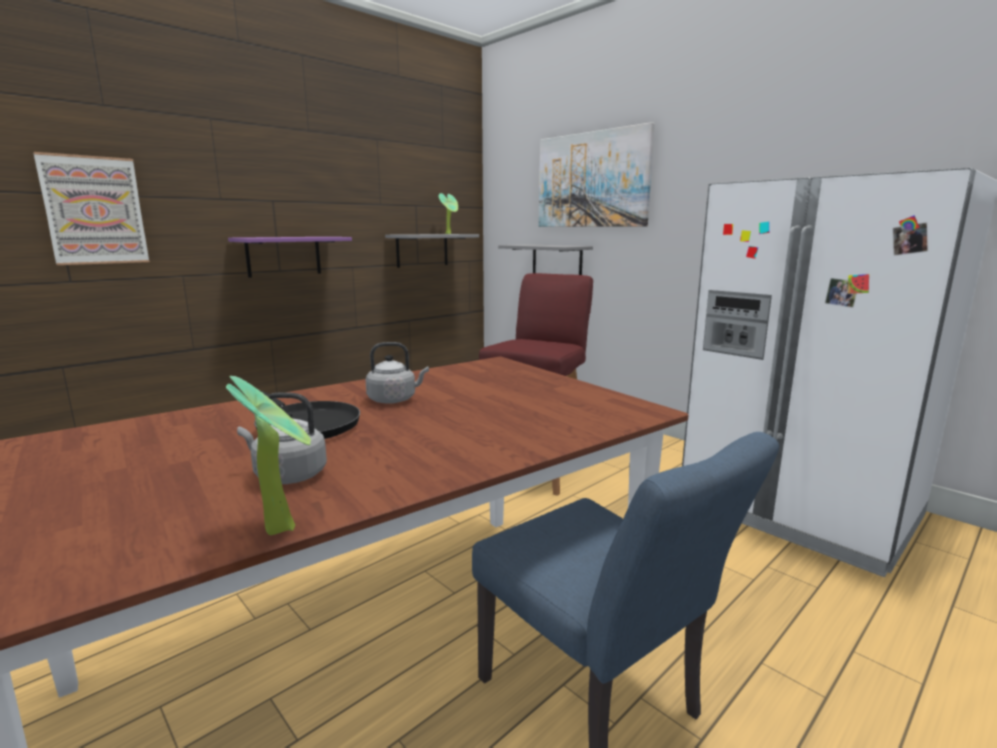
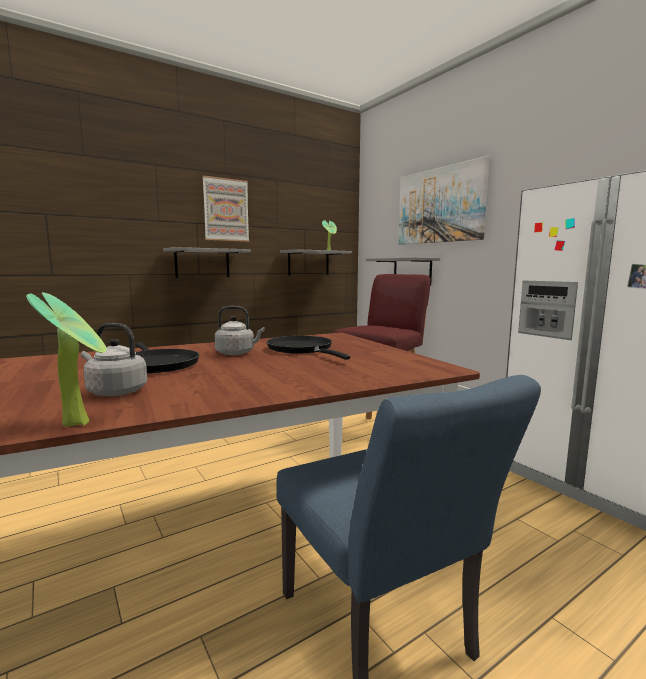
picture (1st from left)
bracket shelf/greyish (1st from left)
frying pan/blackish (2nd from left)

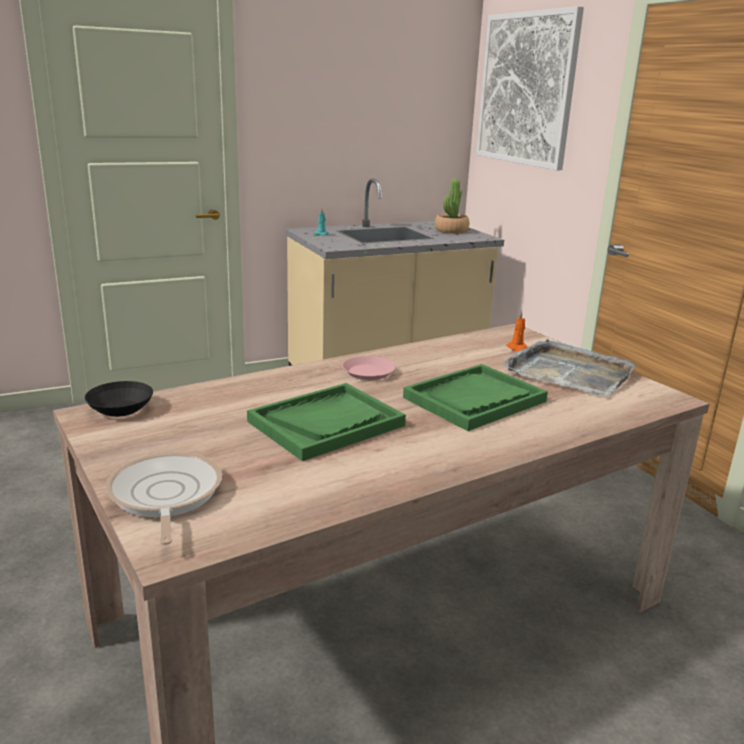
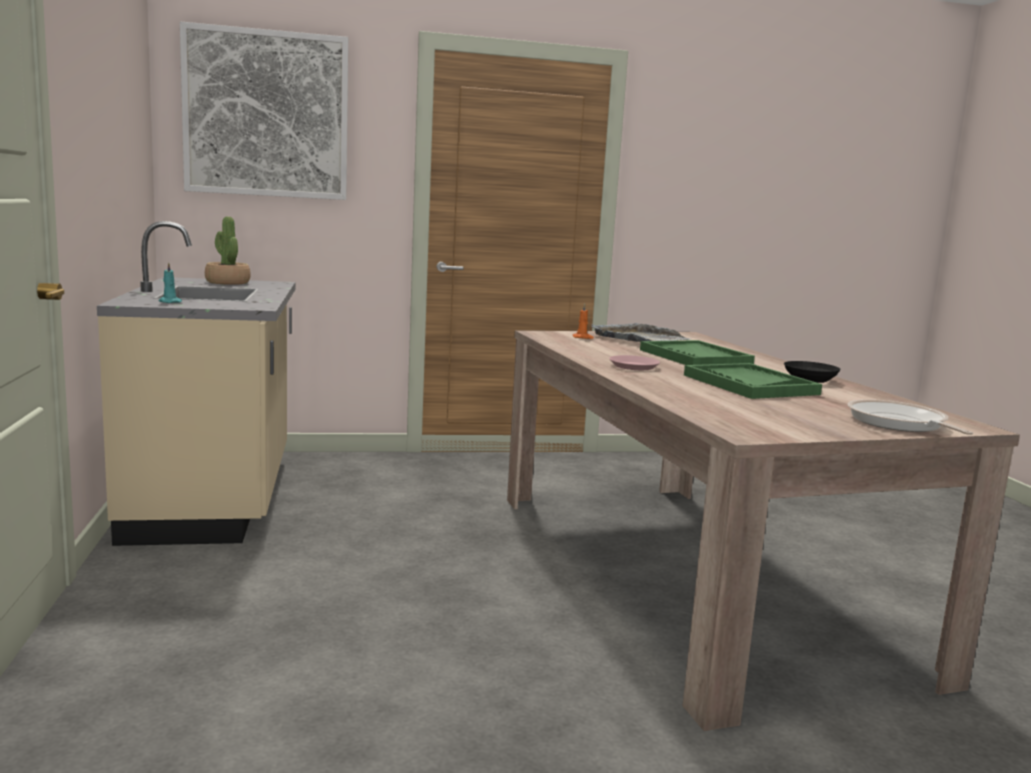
bowl/blackish
frying pan

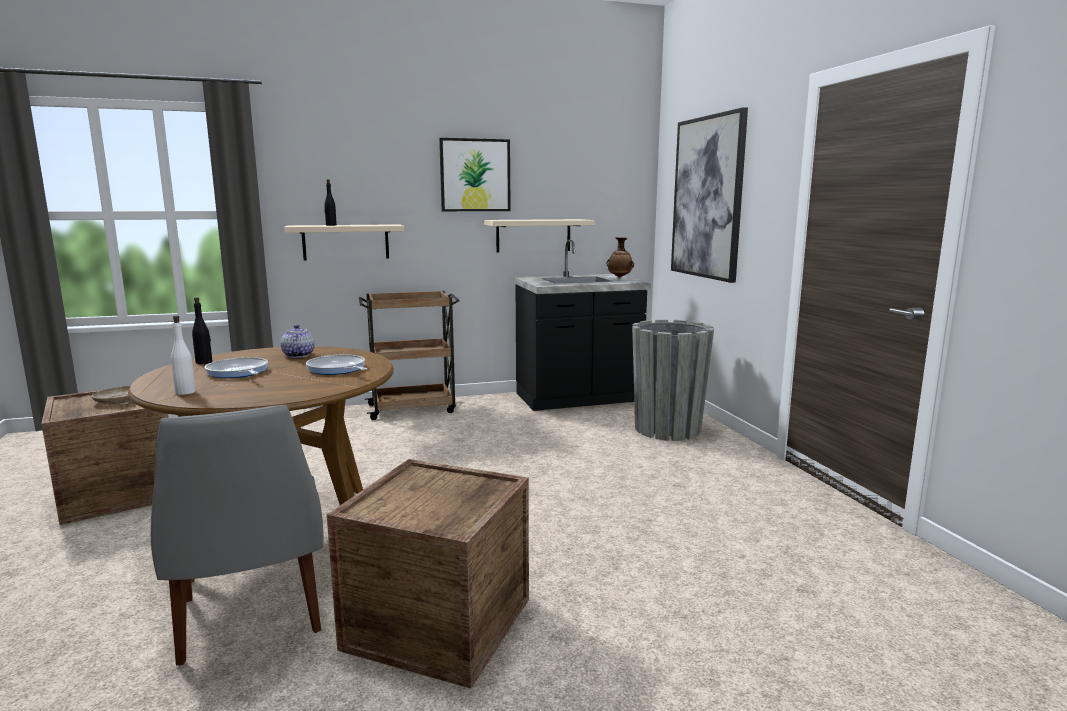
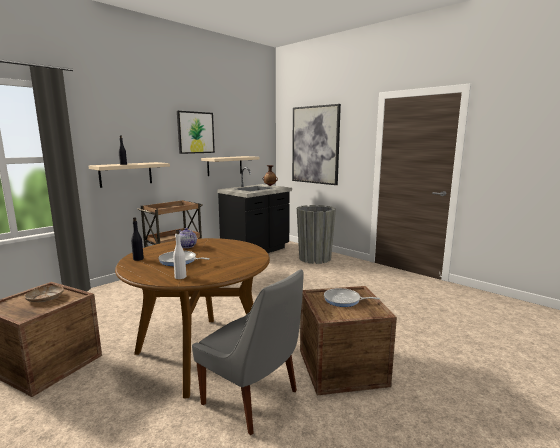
frying pan (2nd from left)

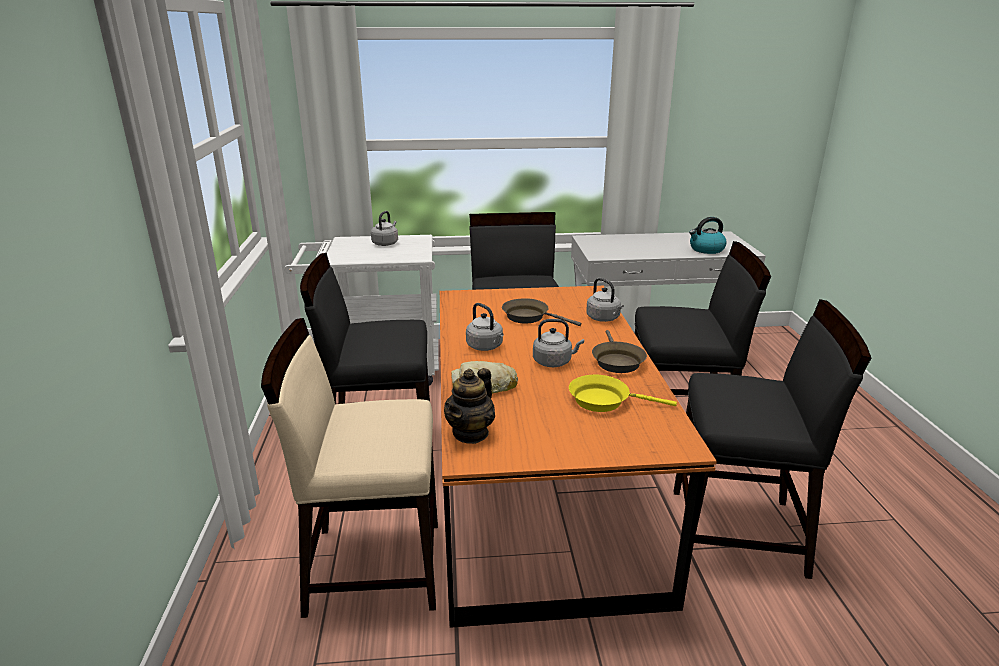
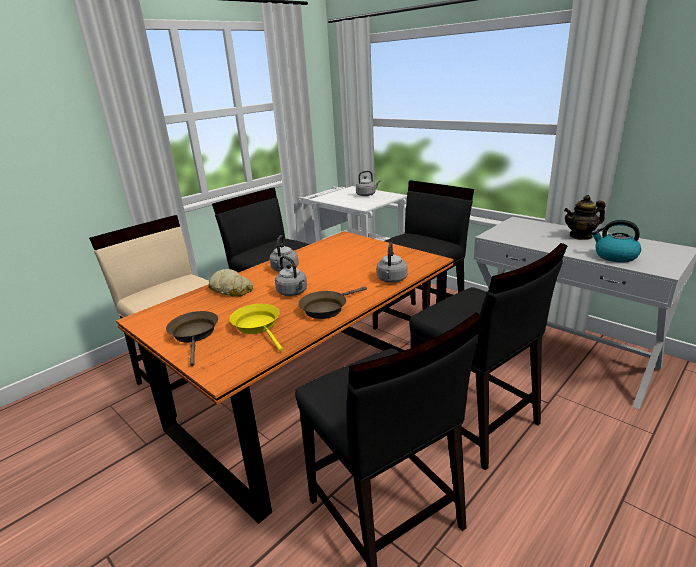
teapot
frying pan/brownish (1st from left)

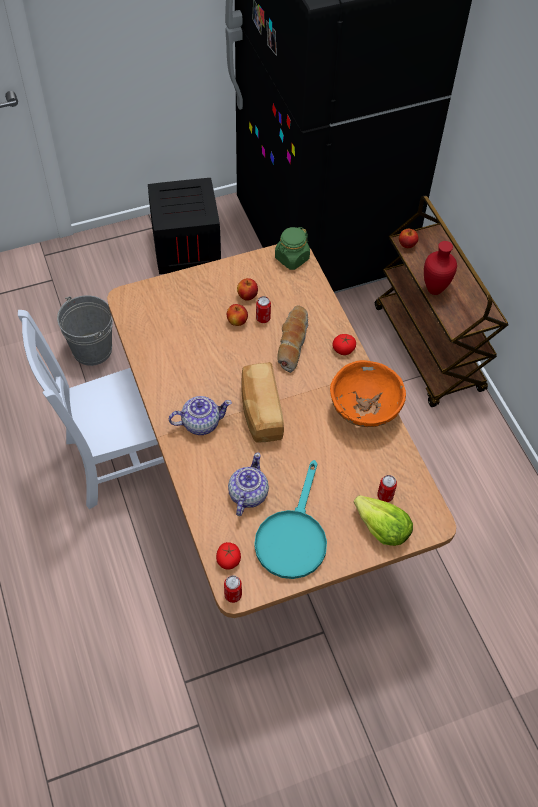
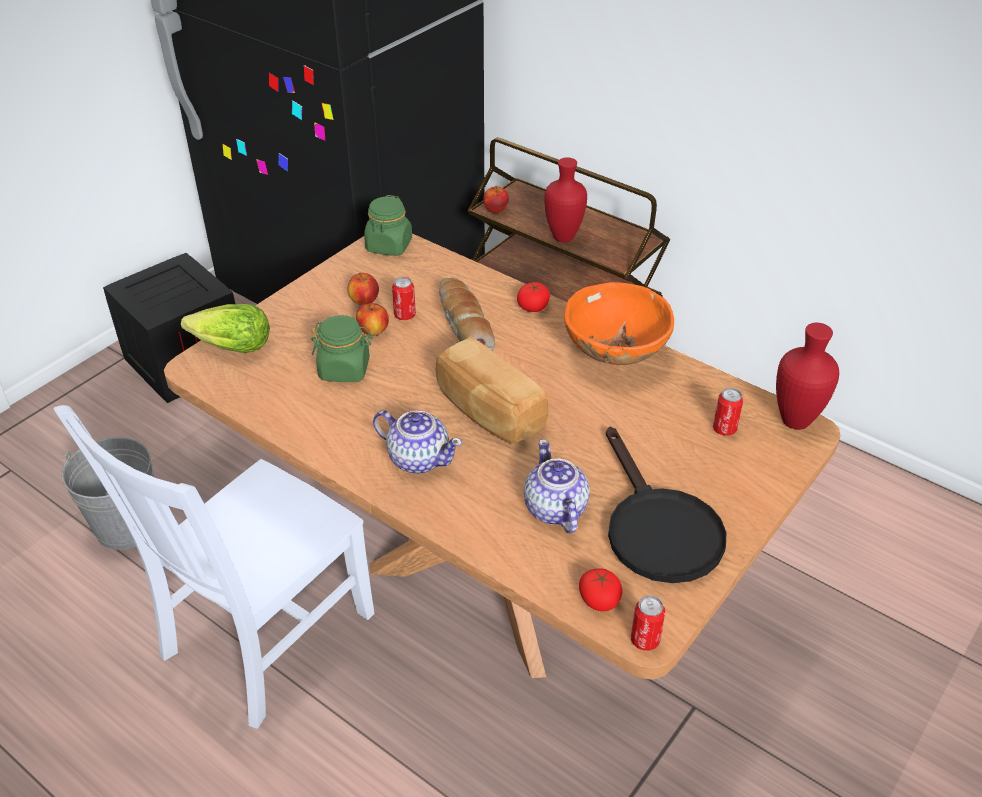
teapot (1st from left)
frying pan/blackish
head of lettuce
preserve jar/green-coloured (1st from left)
vase/reddish (2nd from left)

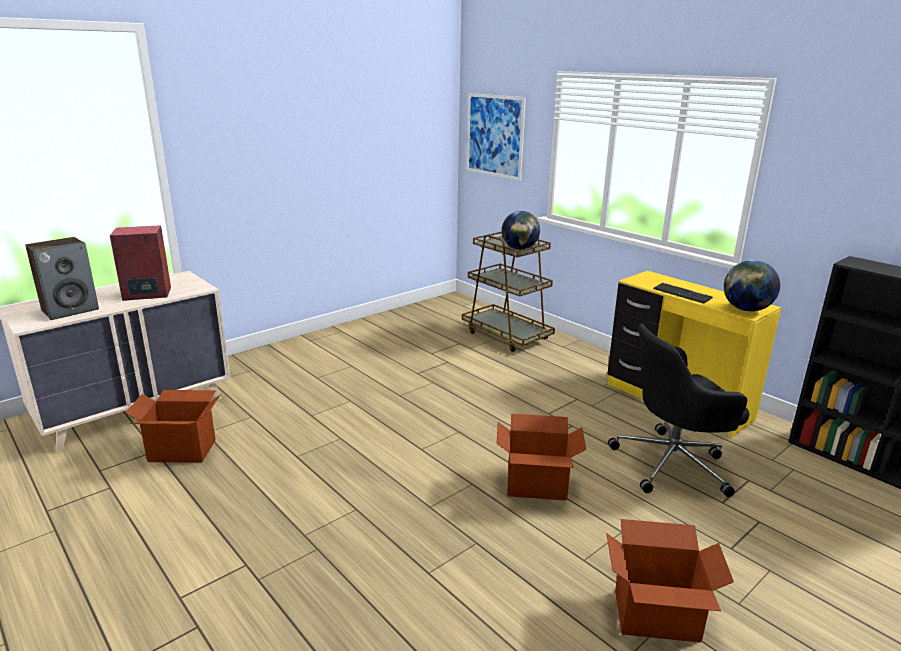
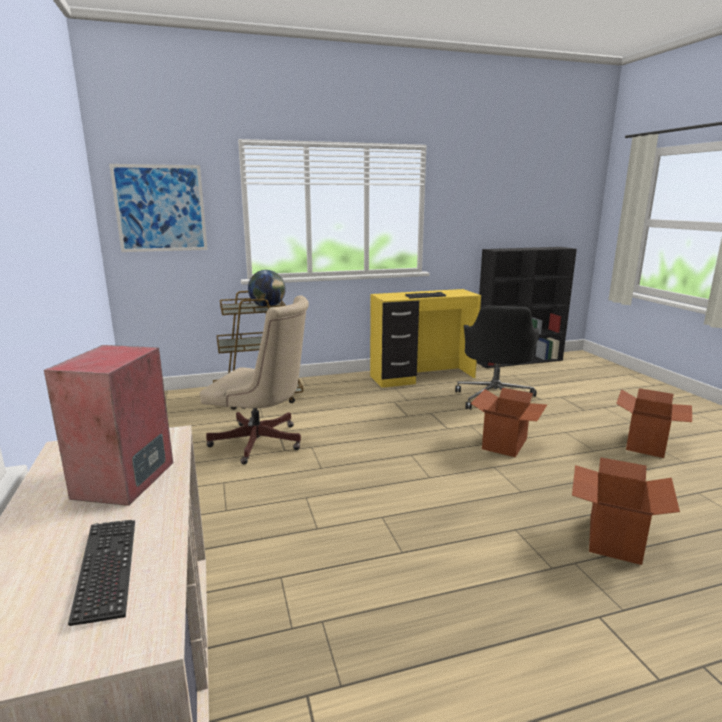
keyboard (1st from left)
packing box (2nd from left)
world globe (2nd from left in the first image)
office chair/beige

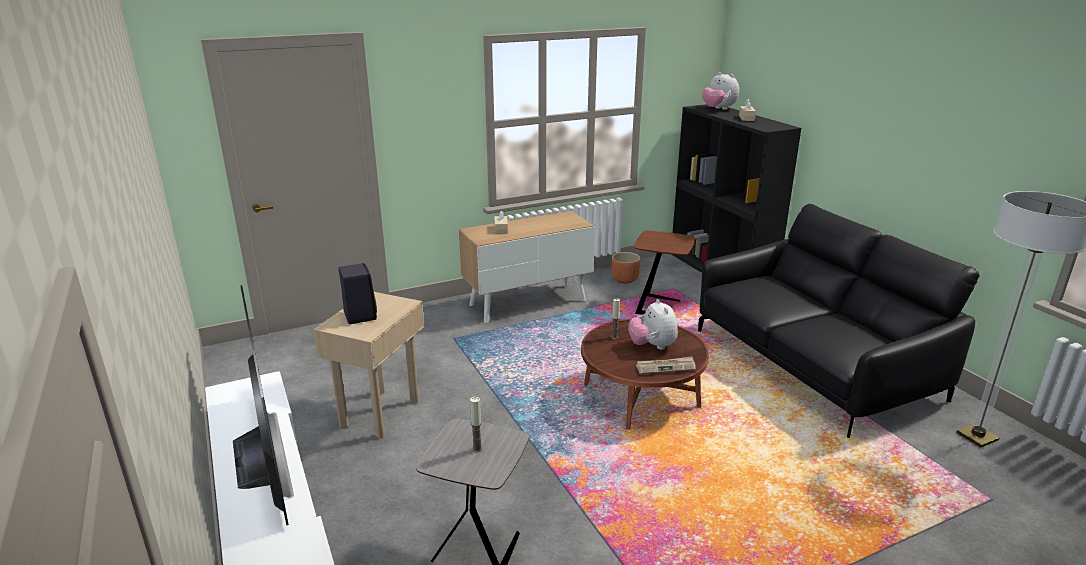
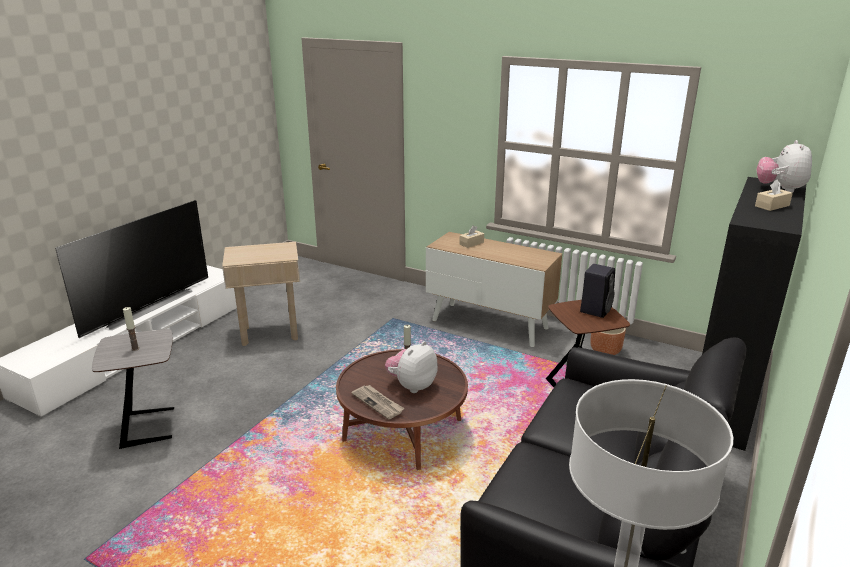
speaker/blackish

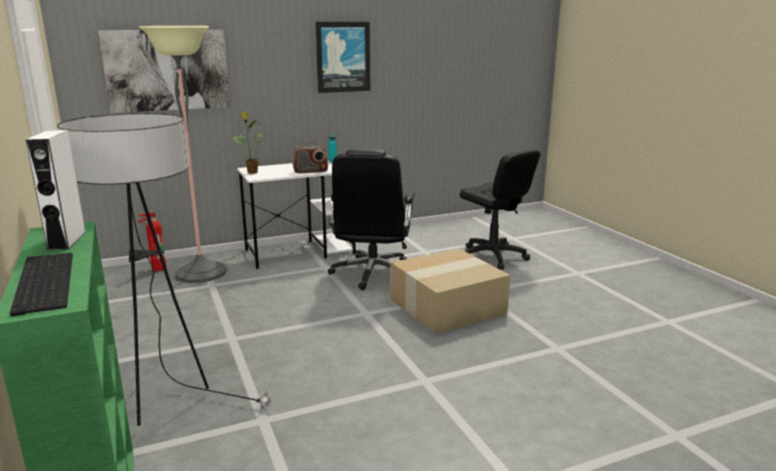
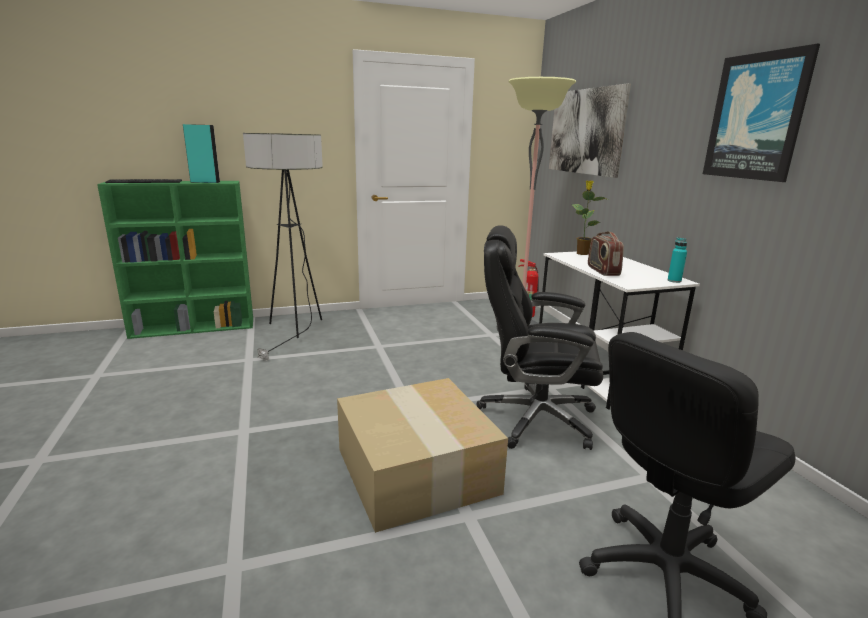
speaker/turquoise

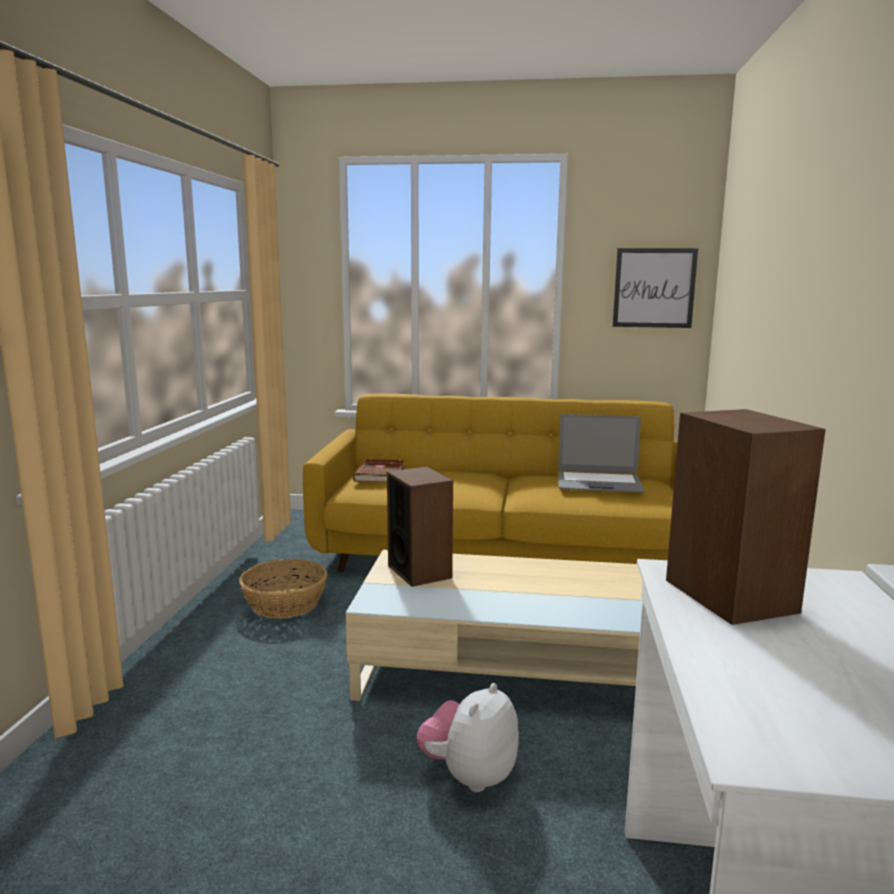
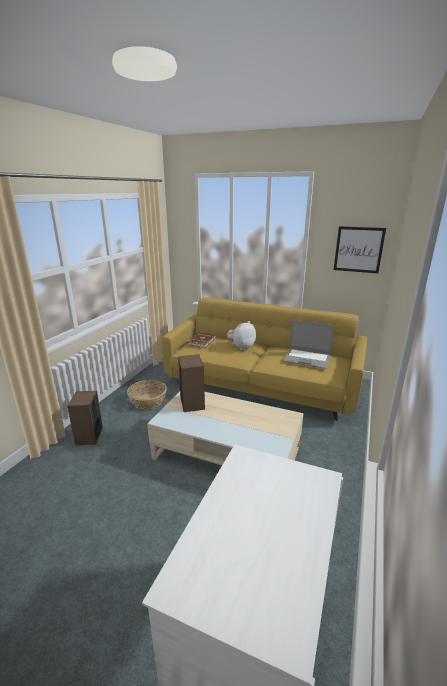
cuddly toy
speaker (1st from left)

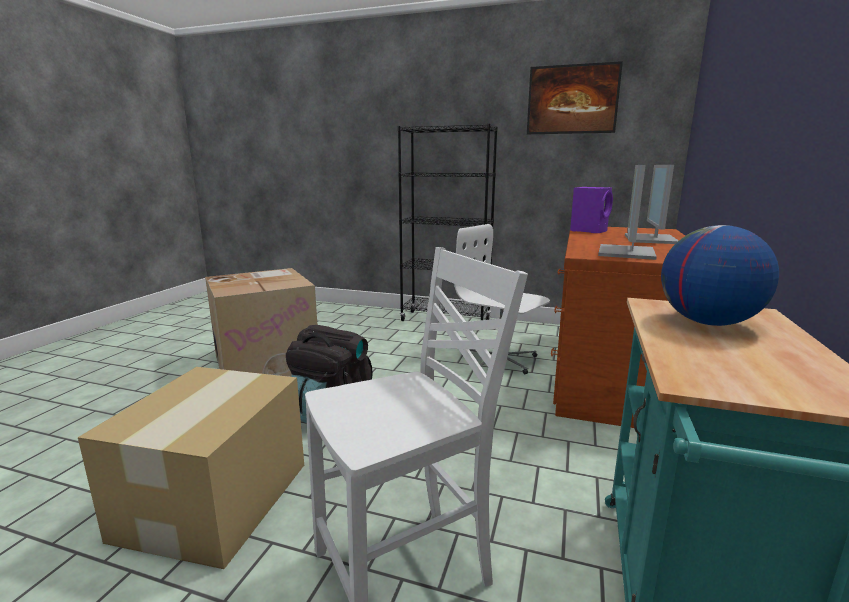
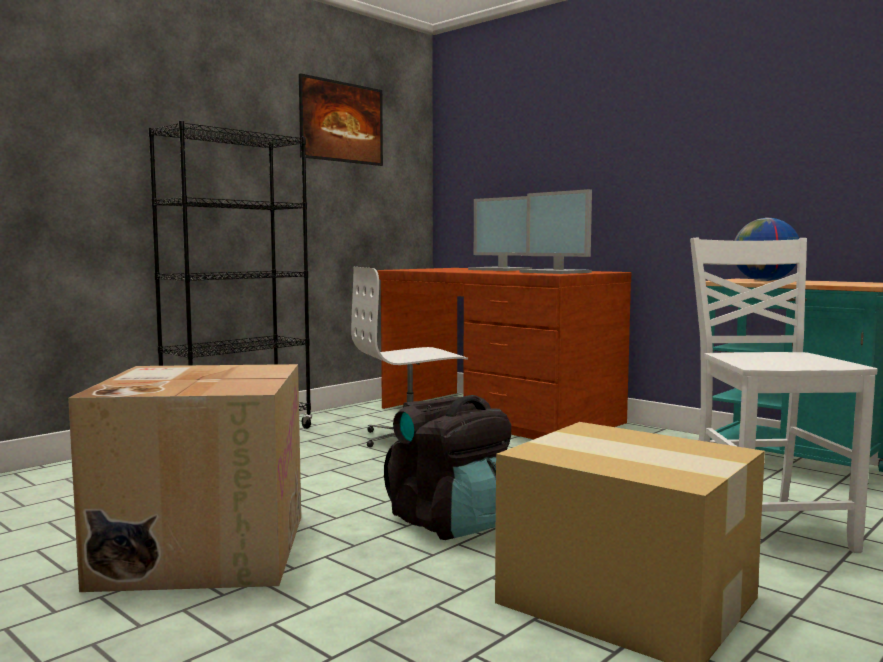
speaker/purplish

